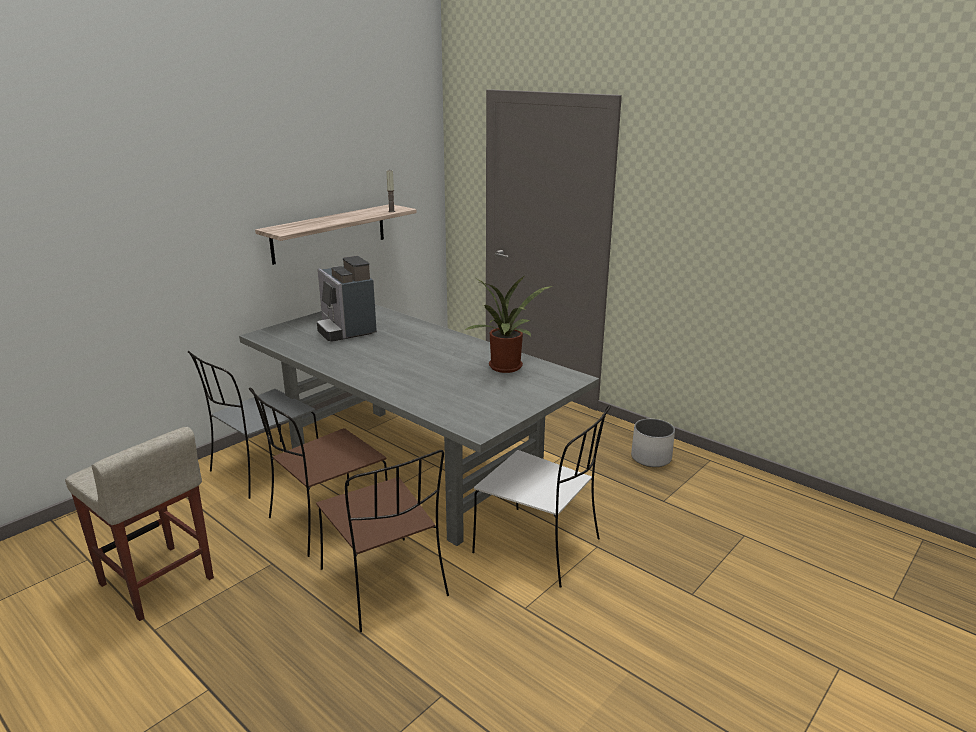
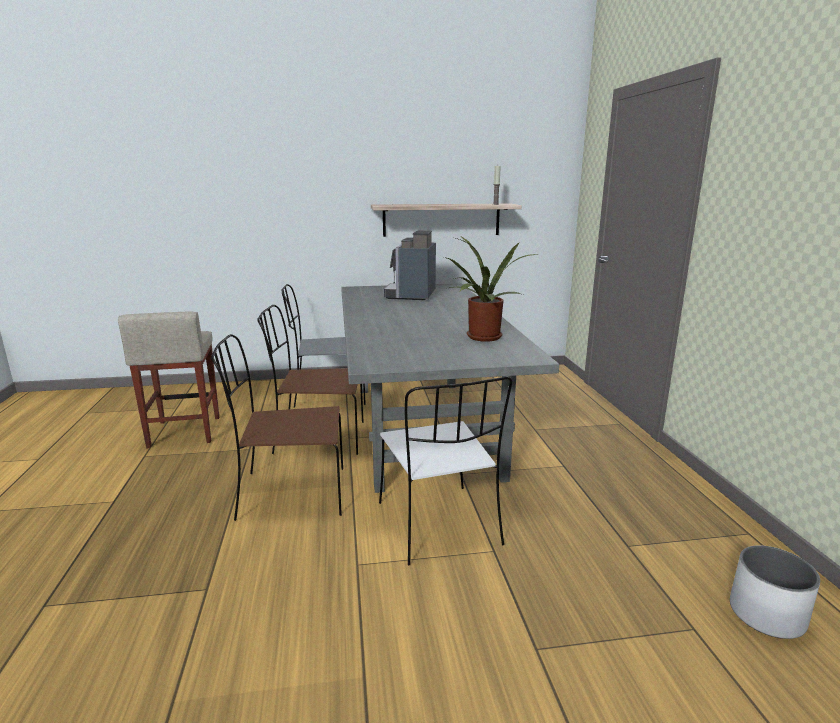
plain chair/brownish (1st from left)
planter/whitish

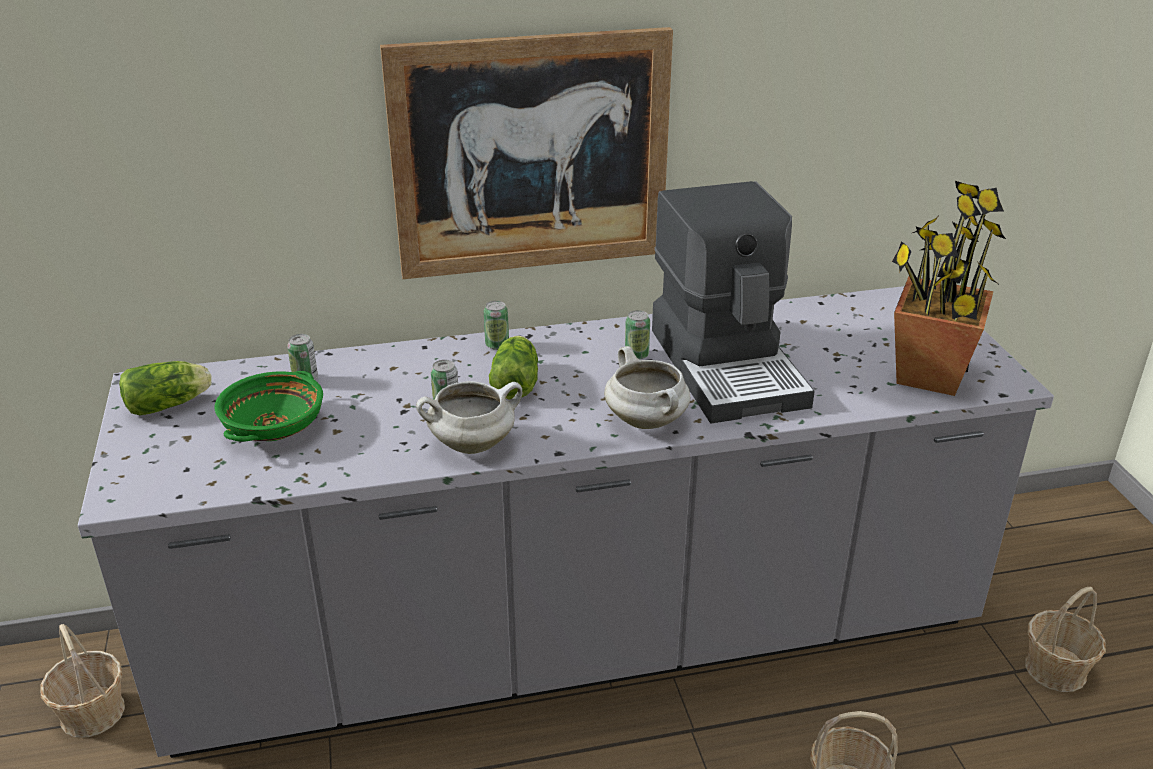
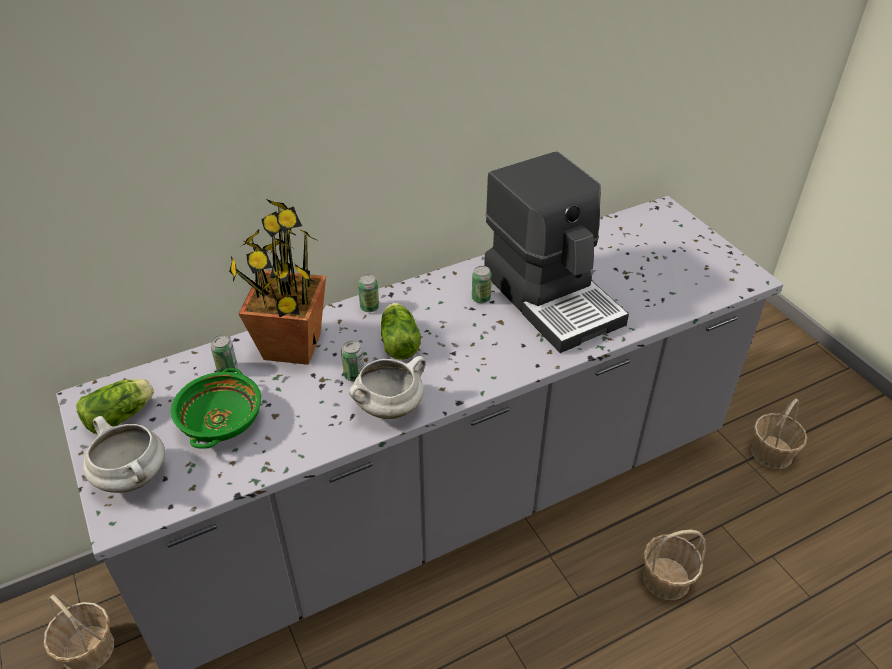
picture
saucepot/whitish (1st from left)
plant in a pot

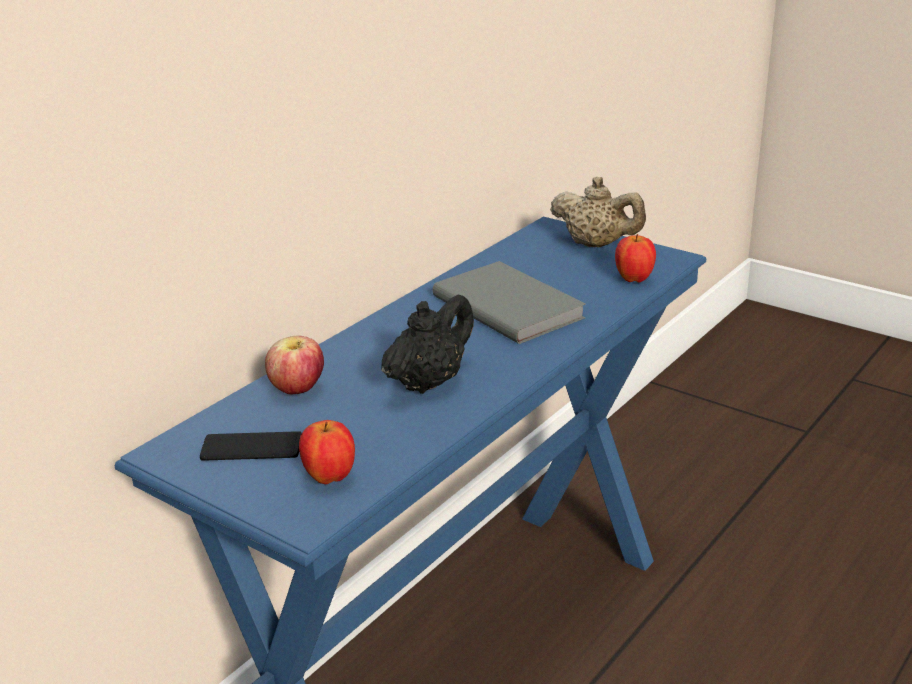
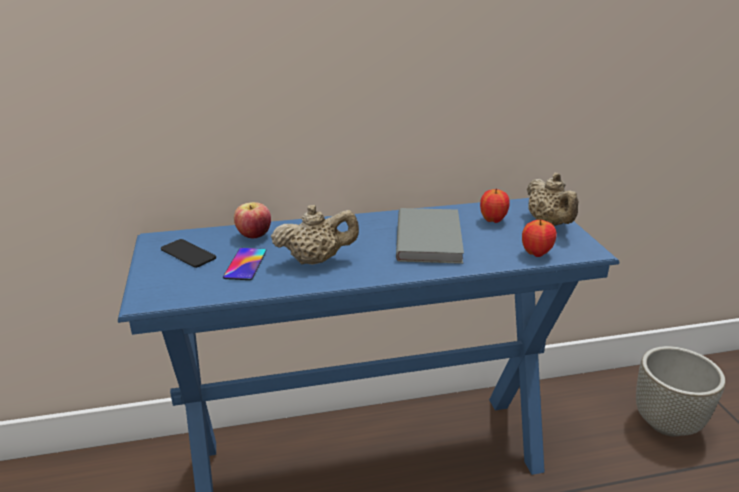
apple (2nd from left)
teapot/beige (1st from left)
handset (2nd from left)
planter/greyish

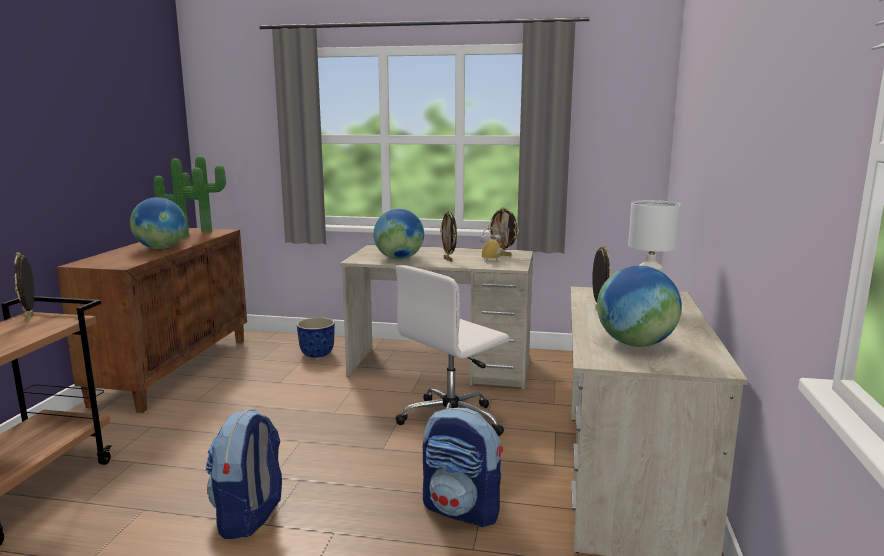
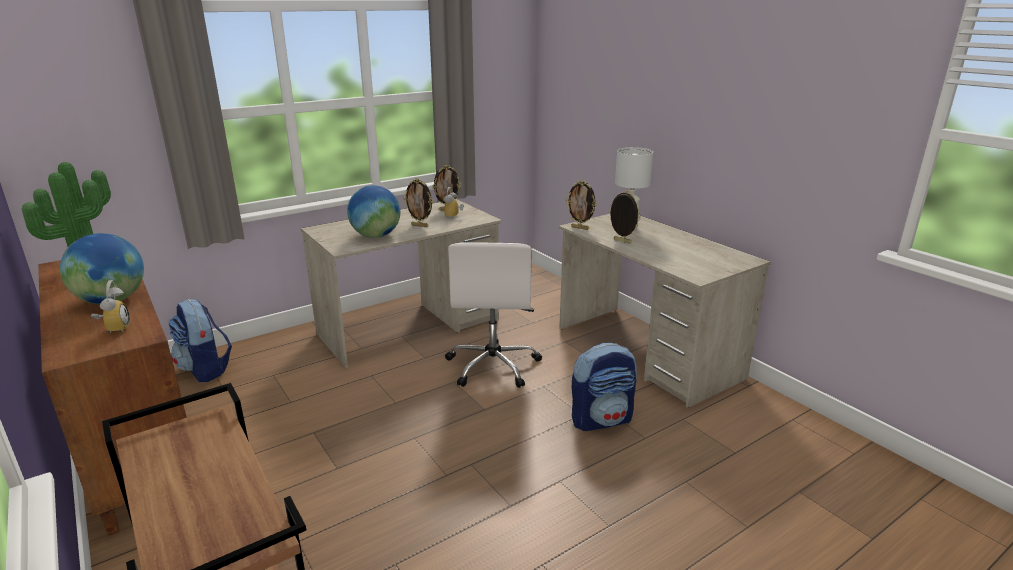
photo frame (3rd from left)
backpack (1st from left)
planter
world globe (3rd from left in the first image)
alarm clock (1st from left)

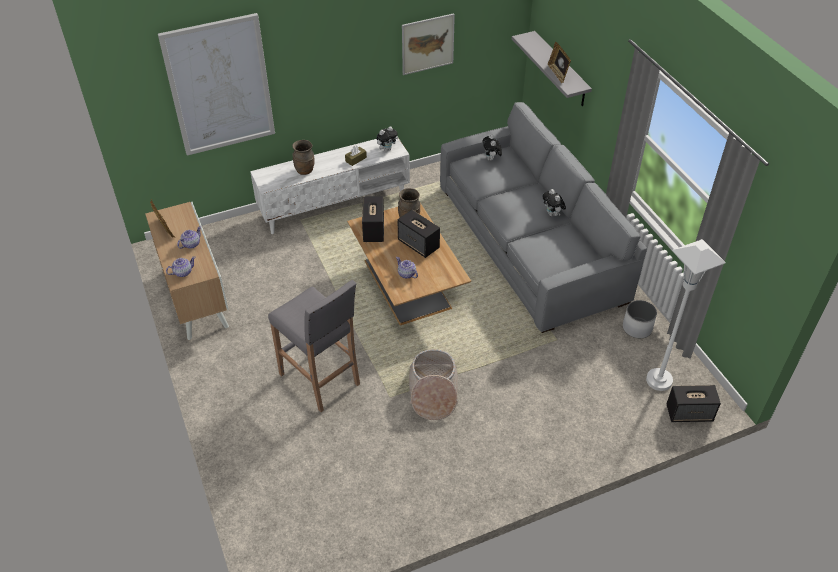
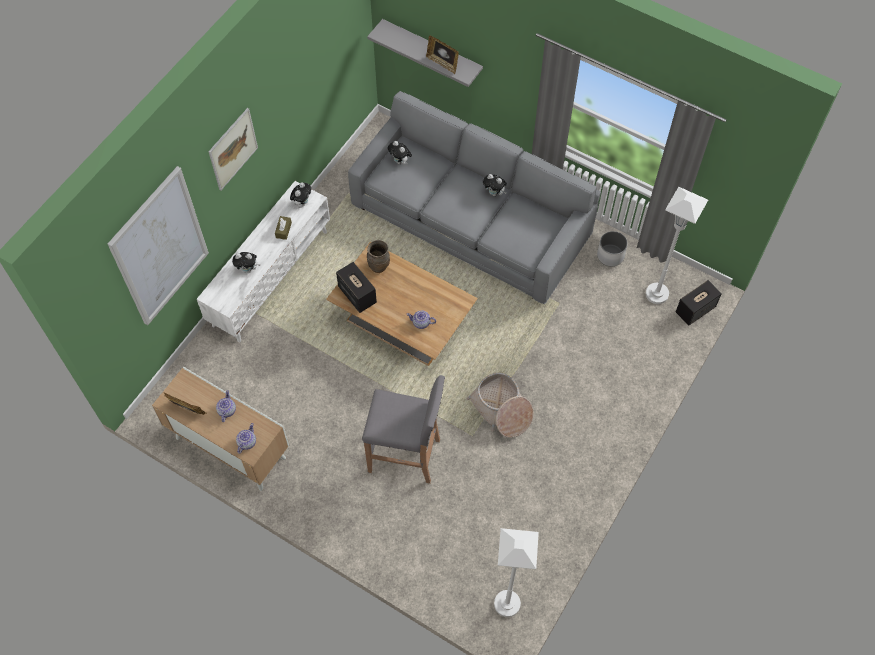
cuddly toy (1st from left)
speaker (2nd from left in the first image)
picture (2nd from left)
floor lamp/whitish (1st from left)

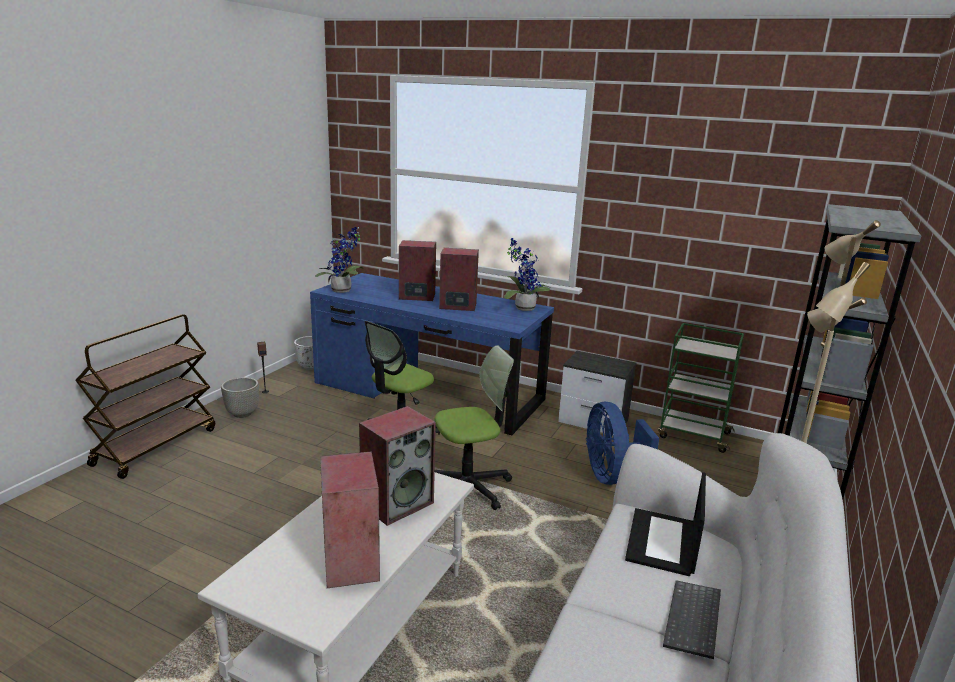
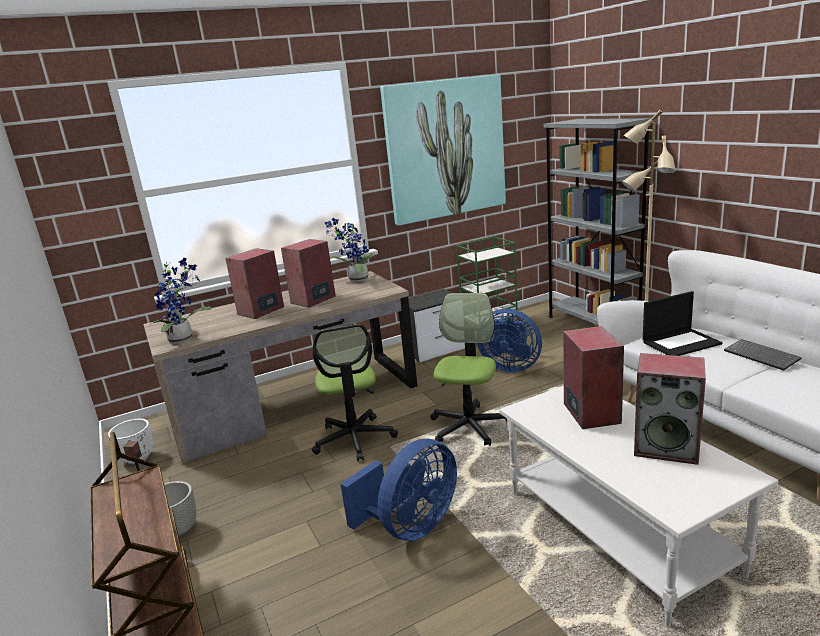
desk table/brownish
portable computer
fan/blue (1st from left)
picture

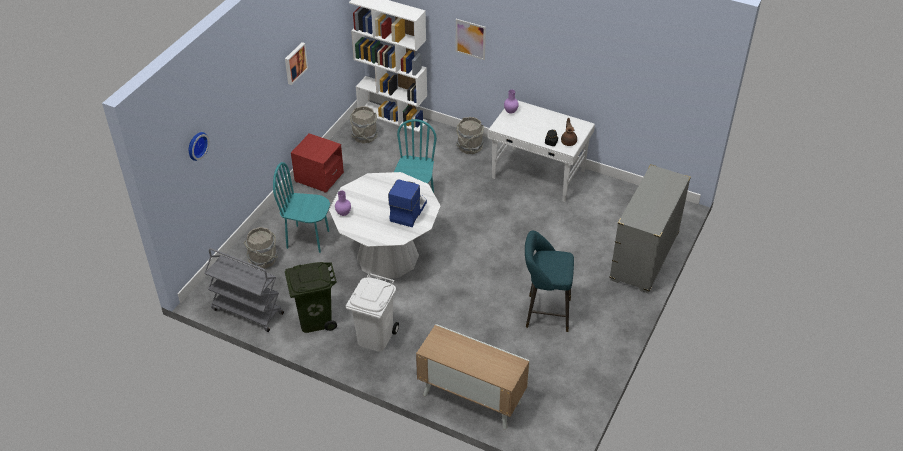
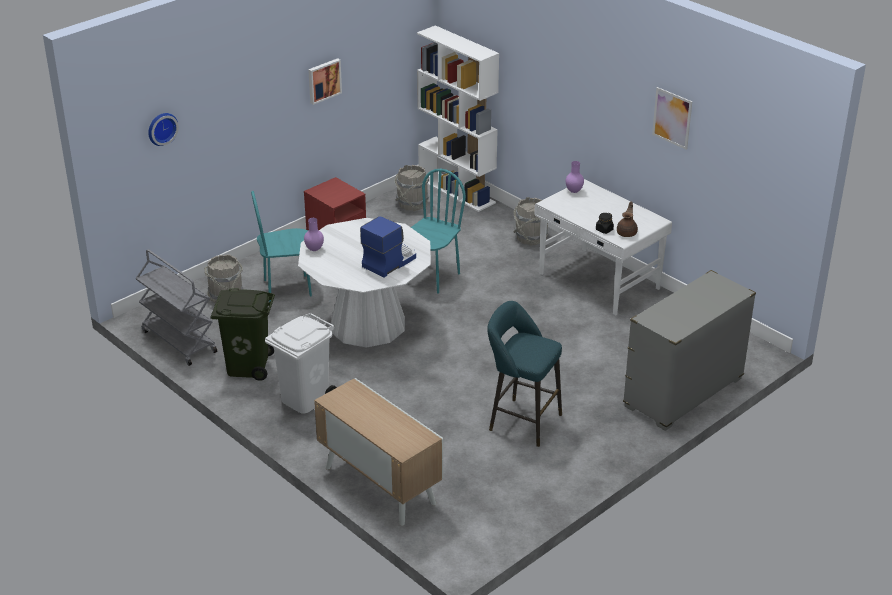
plain chair/turquoise (1st from left)
picture (2nd from left)

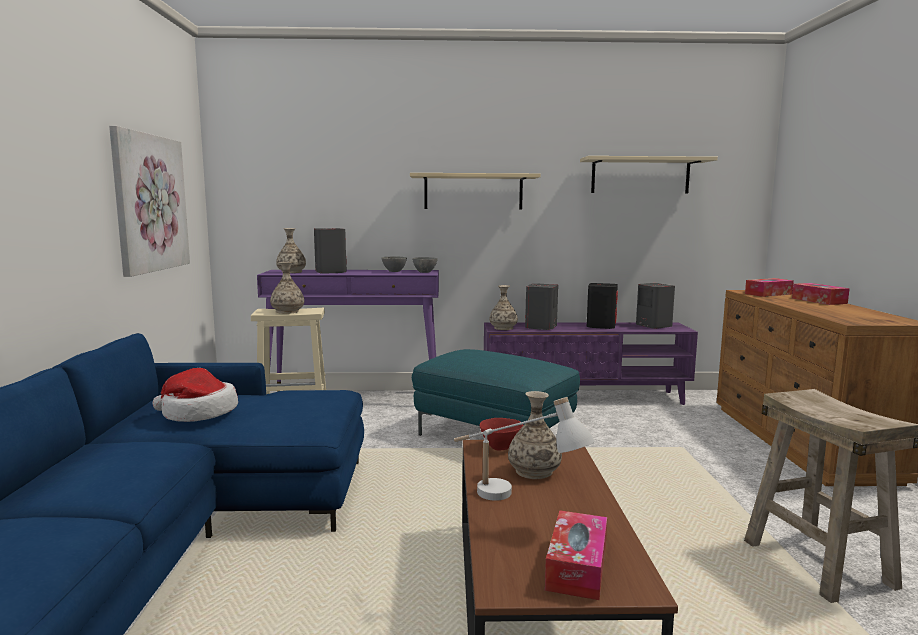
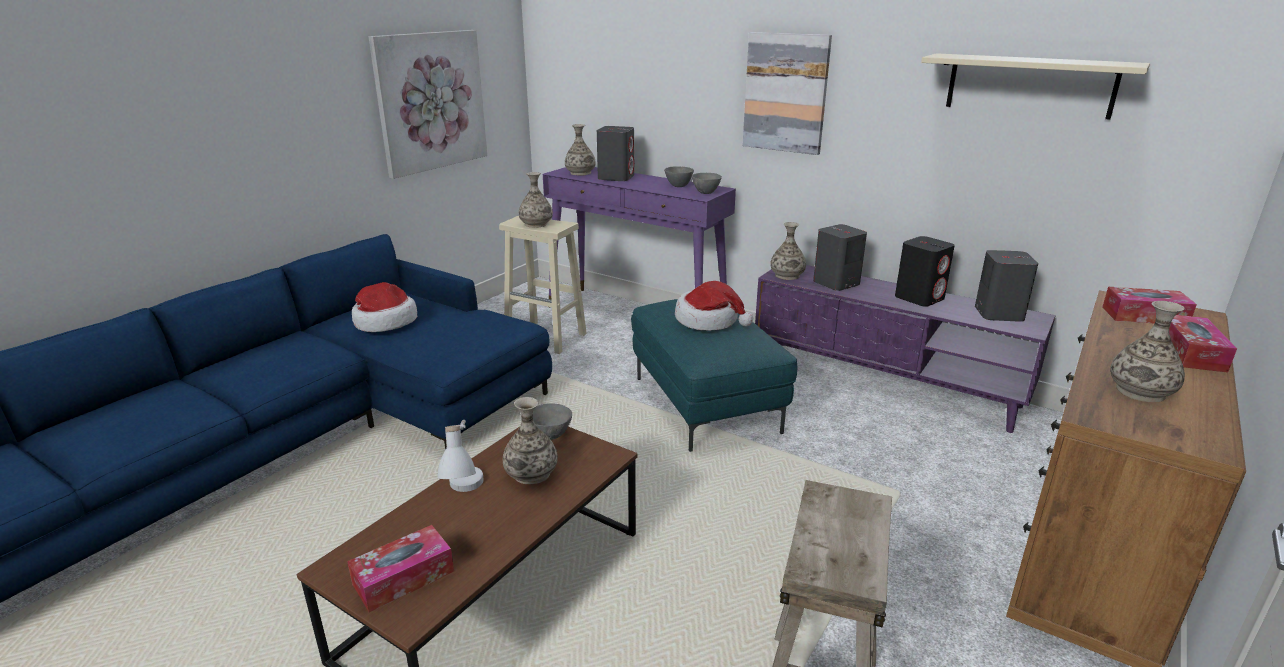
picture (2nd from left)
bowl/greyish (1st from left)
hat (2nd from left)
vase (5th from left)

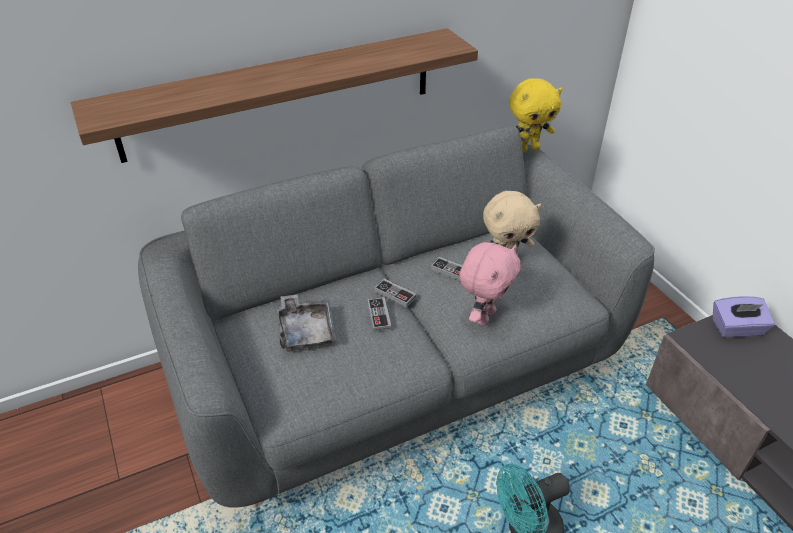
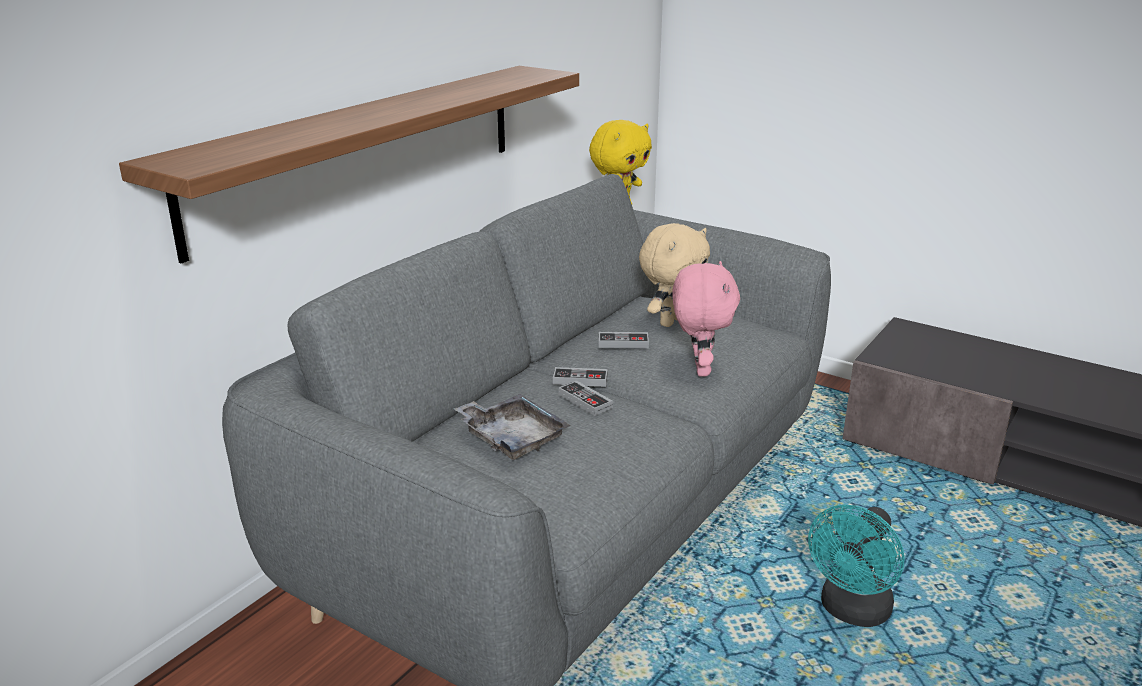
box of tissues/purplish

